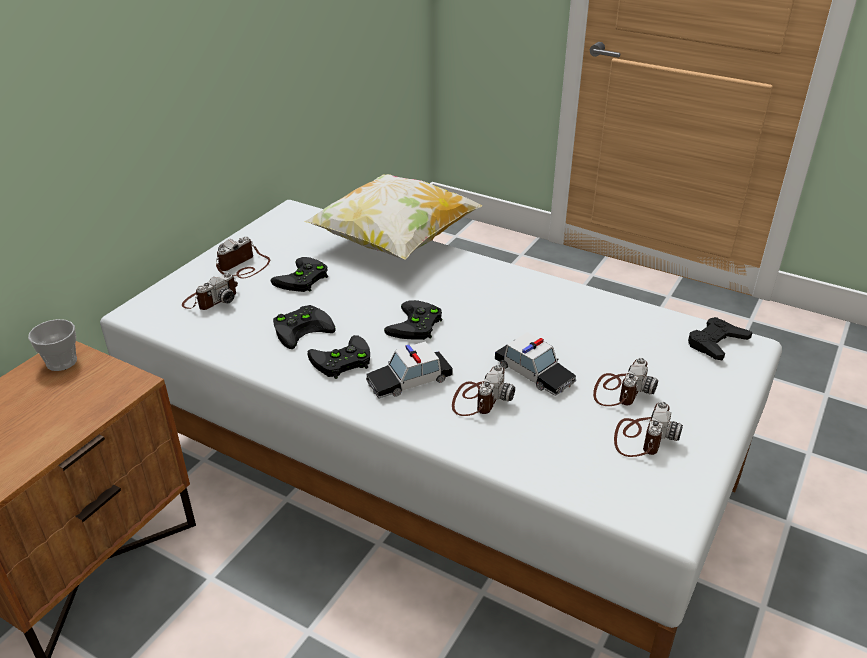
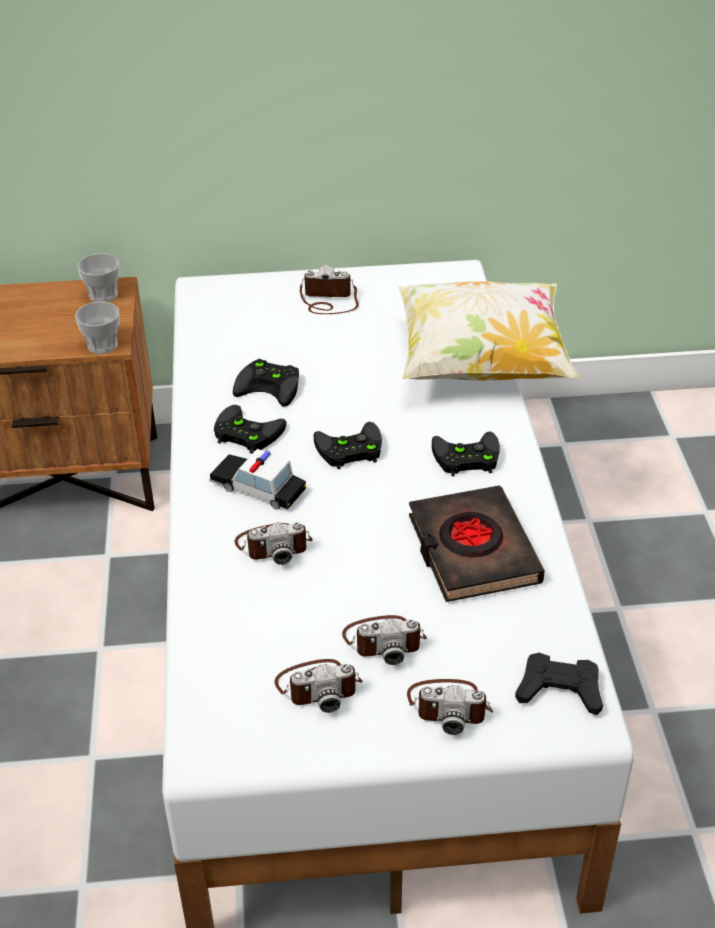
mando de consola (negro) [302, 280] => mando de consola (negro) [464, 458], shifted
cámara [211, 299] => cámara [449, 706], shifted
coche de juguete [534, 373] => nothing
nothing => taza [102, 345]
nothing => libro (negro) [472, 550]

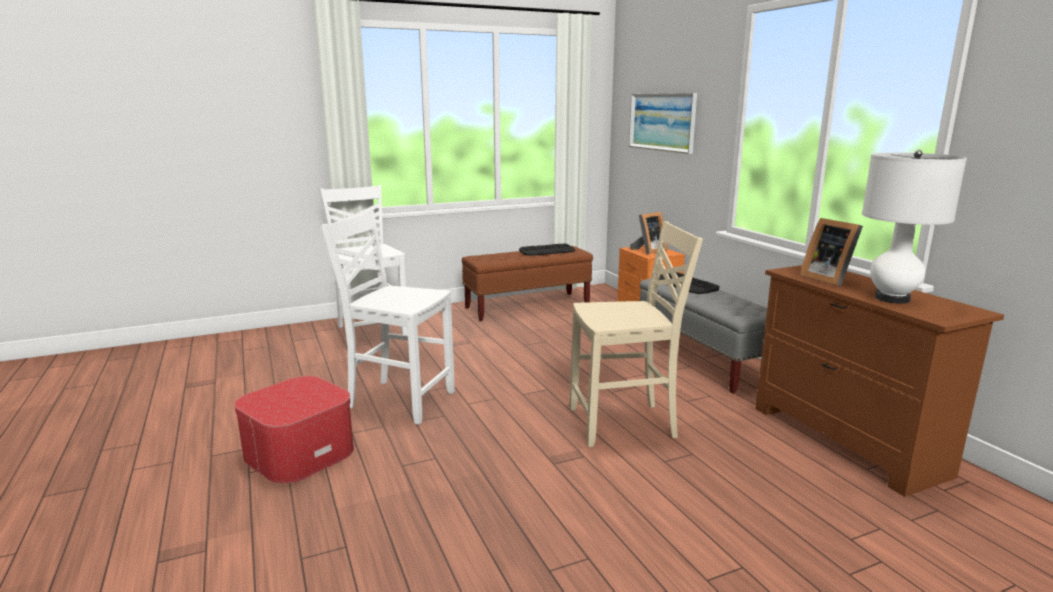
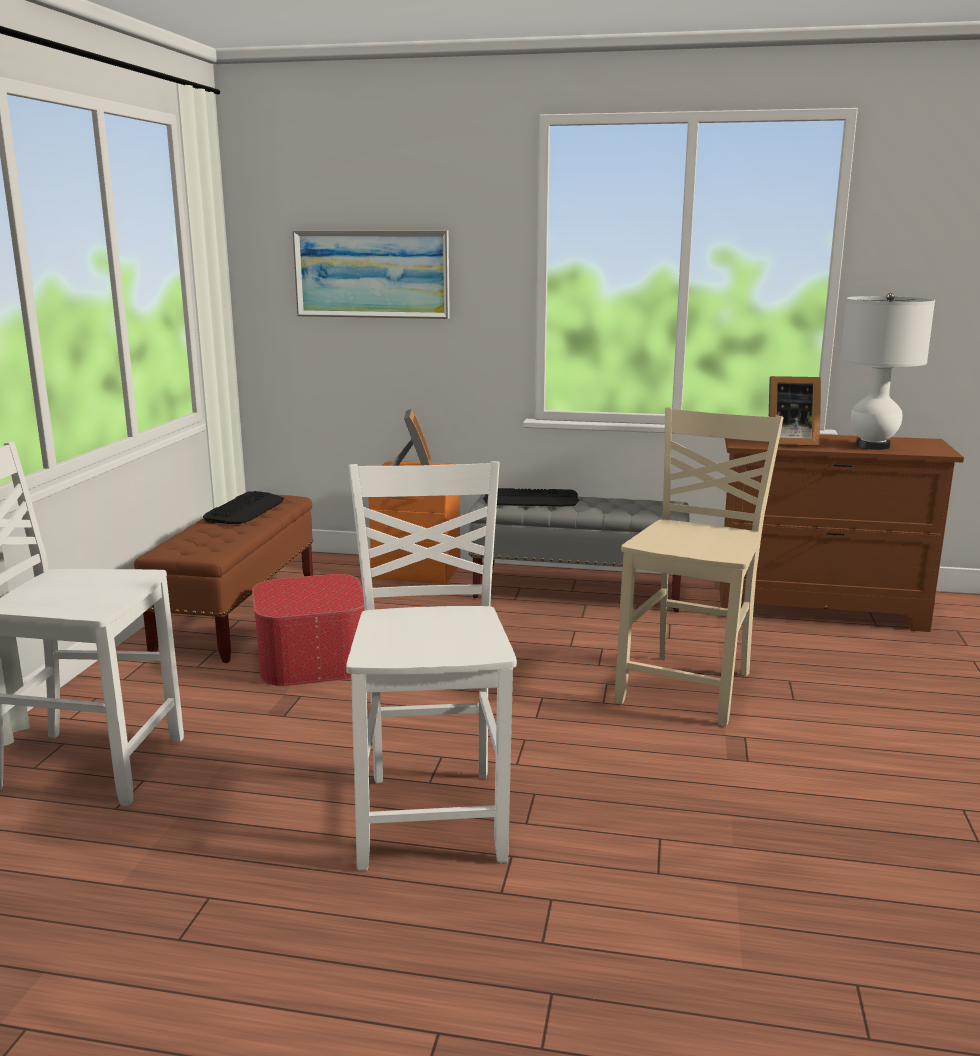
silla (blanco) [399, 400] => silla (blanco) [433, 816], 120 degrees clockwise
puf [299, 452] => puf [312, 660], shifted

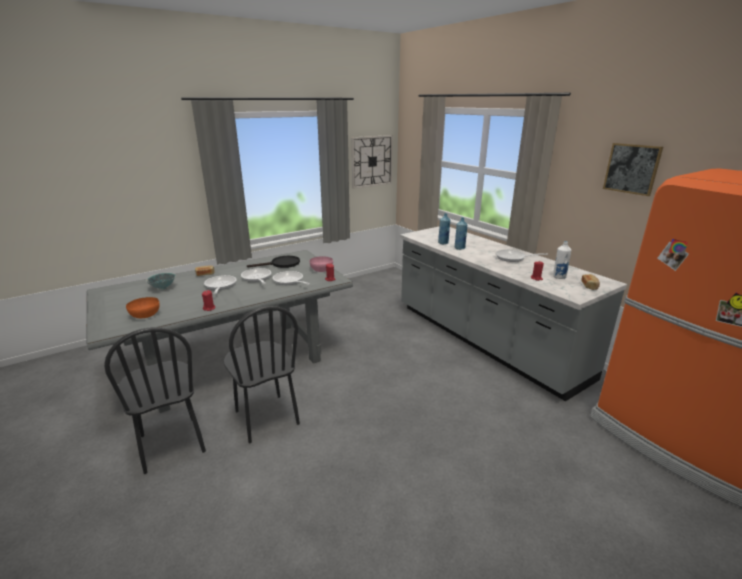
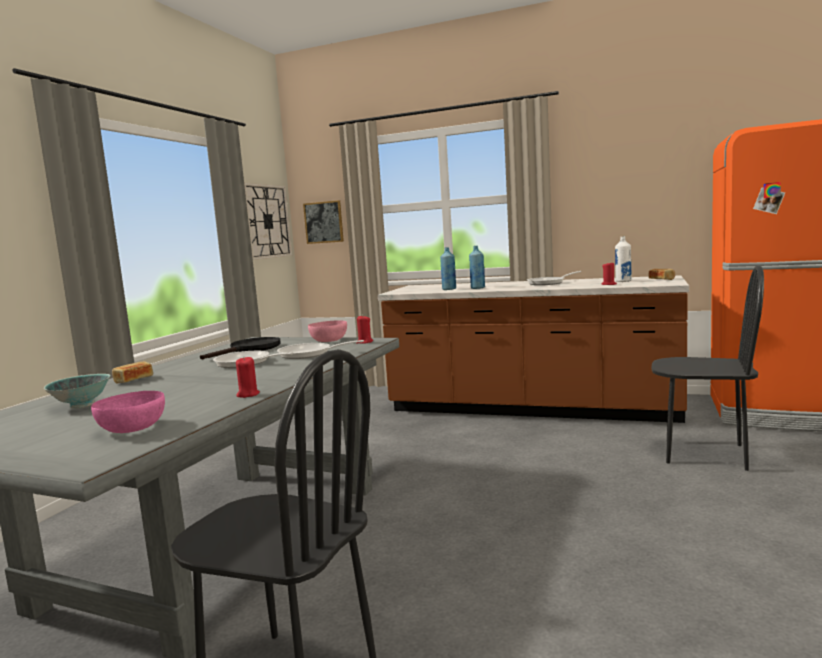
cuadro [632, 168] => cuadro [324, 222], shifted
mueble bajo de cocina (gris) [485, 340] => mueble bajo de cocina (marrón) [531, 408]
sartén [220, 286] => nothing
cuenco (naranja) [145, 315] => cuenco (rosa) [132, 429]
silla (negro) [266, 417] => silla (negro) [705, 454], shifted

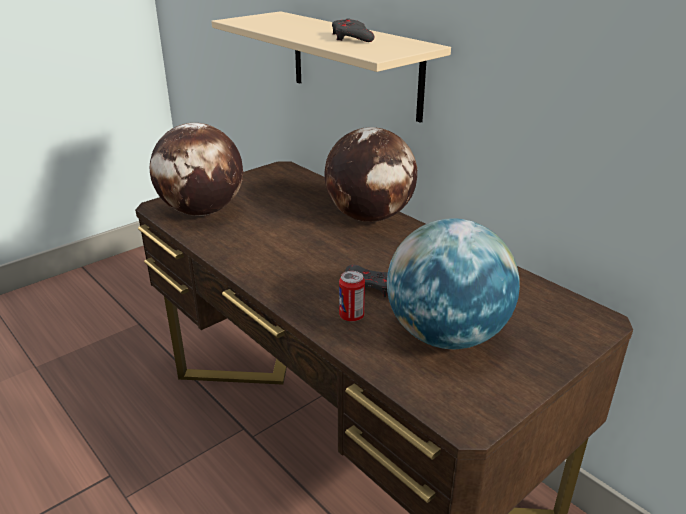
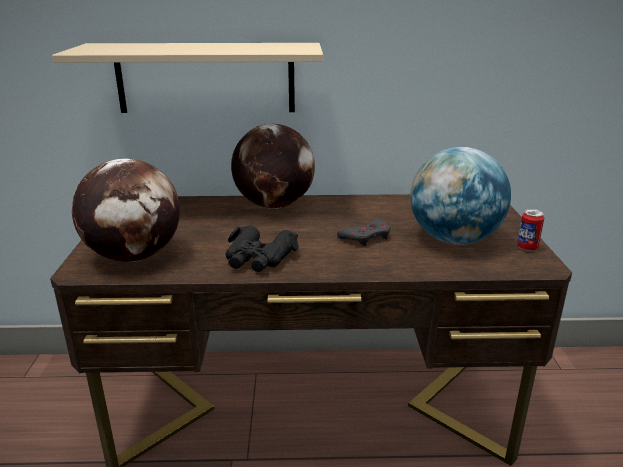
mando de consola (gris) [352, 37] => nothing
lata [351, 316] => lata [527, 247], shifted
nothing => prismáticos (negro) [259, 258]

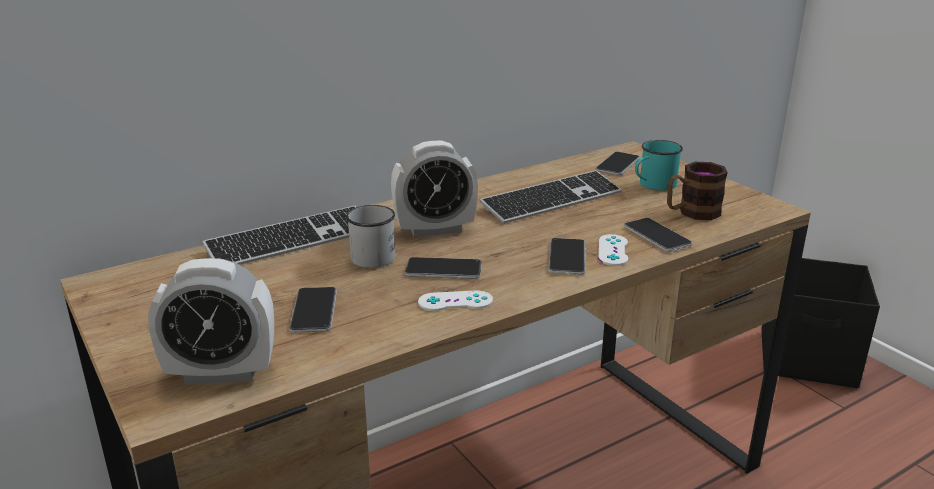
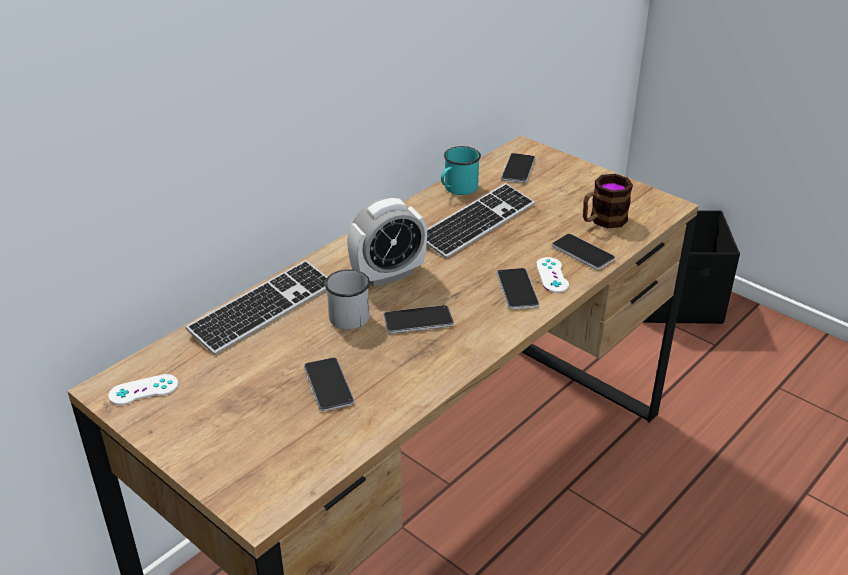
taza grande (turquesa) [653, 185] => taza grande (turquesa) [457, 189], shifted
despertador [221, 373] => nothing
mando de consola (blanco) [455, 301] => mando de consola (blanco) [143, 390], shifted

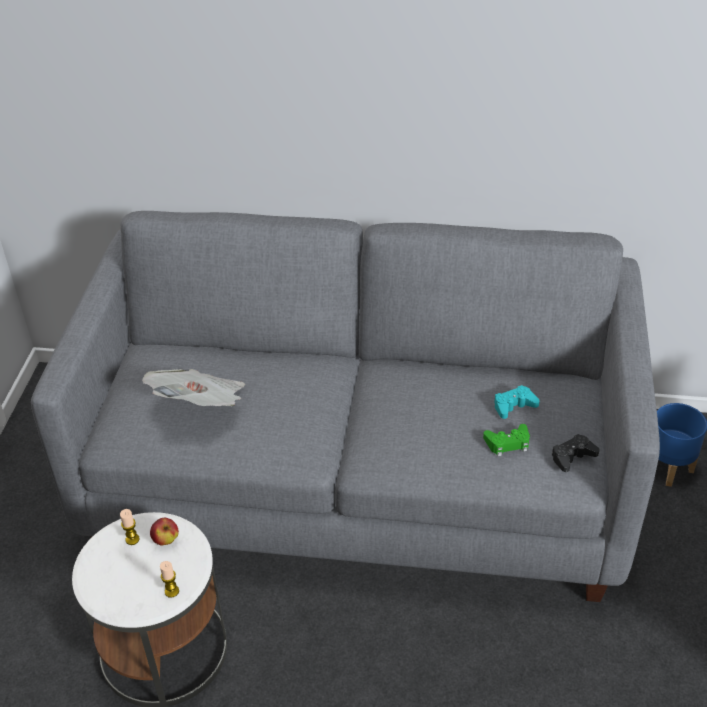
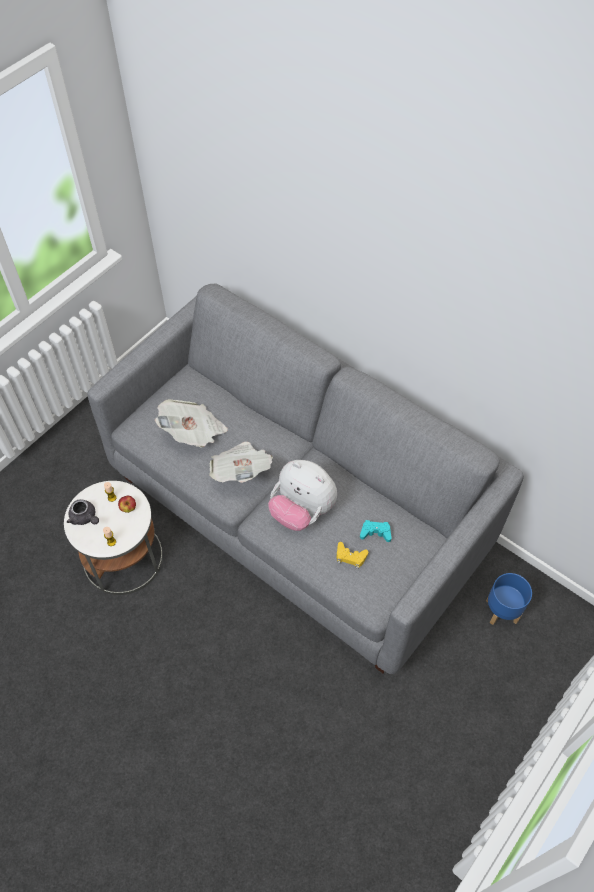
mando de consola (verde) [507, 443] => mando de consola (amarillo) [350, 557]
mando de consola (negro) [572, 456] => nothing
nothing => periódico [241, 471]
nothing => peluche [302, 510]
nothing => tetera (gris) [85, 518]

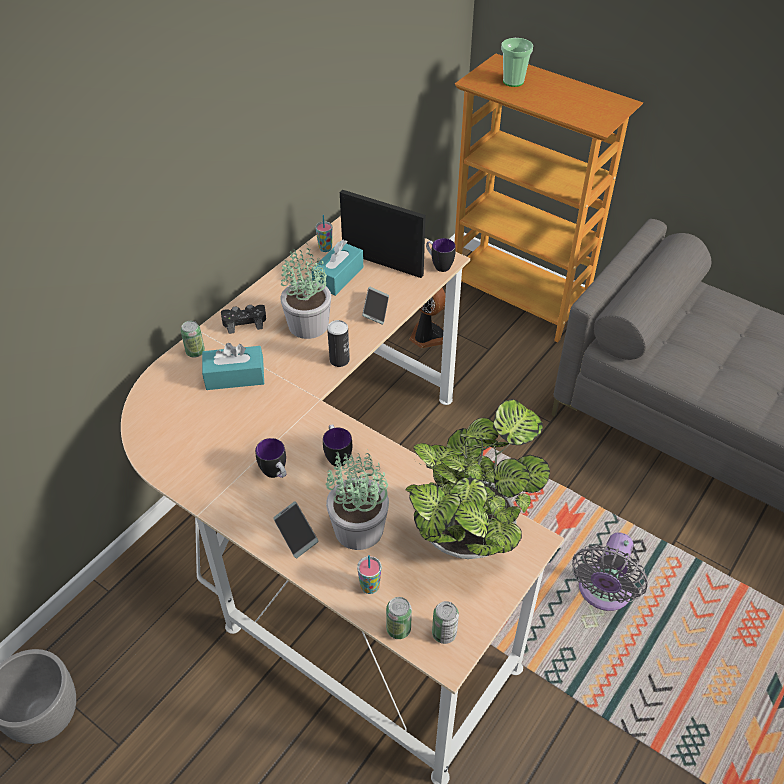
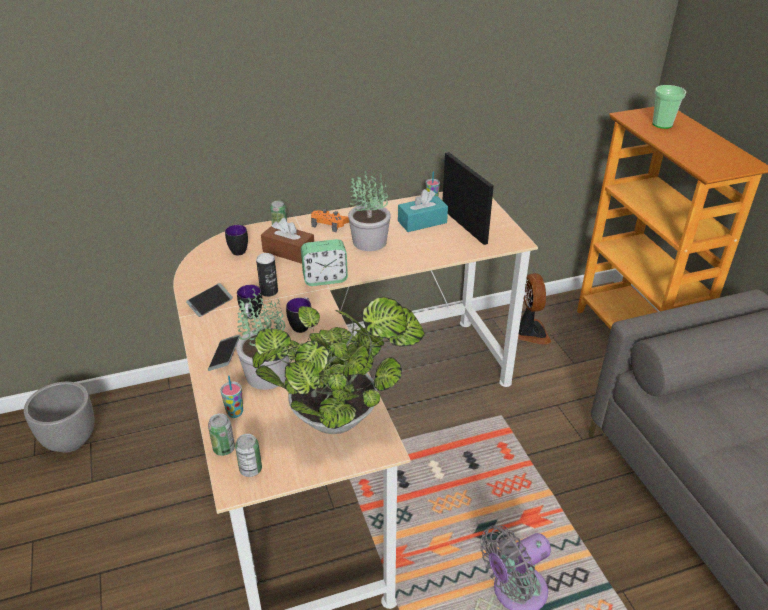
taza grande [439, 265] => taza grande [238, 249], shifted
móvil [375, 309] => móvil [210, 303], shifted
mando de consola (negro) [244, 321] => mando de consola (naranja) [329, 224]
lata [339, 360] => lata [269, 291], shifted
caja de pañuelos (turquesa) [235, 376] => caja de pañuelos (marrón) [288, 251]
nothing => despertador [325, 279]

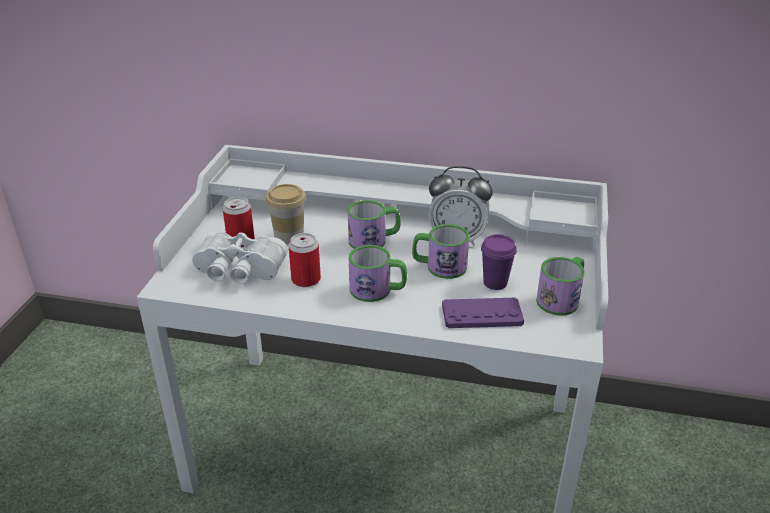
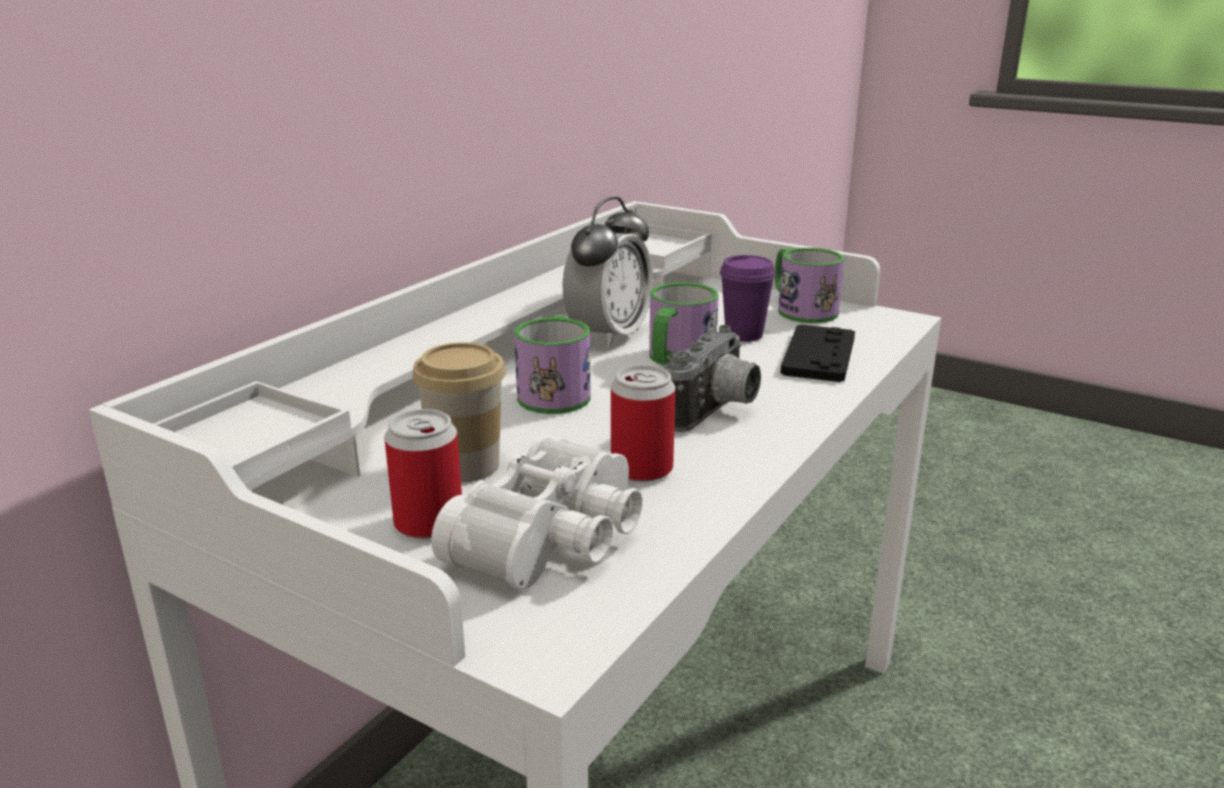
taza grande [378, 290] => cámara [716, 412]
mando de consola (morado) [482, 314] => mando de consola (negro) [818, 355]

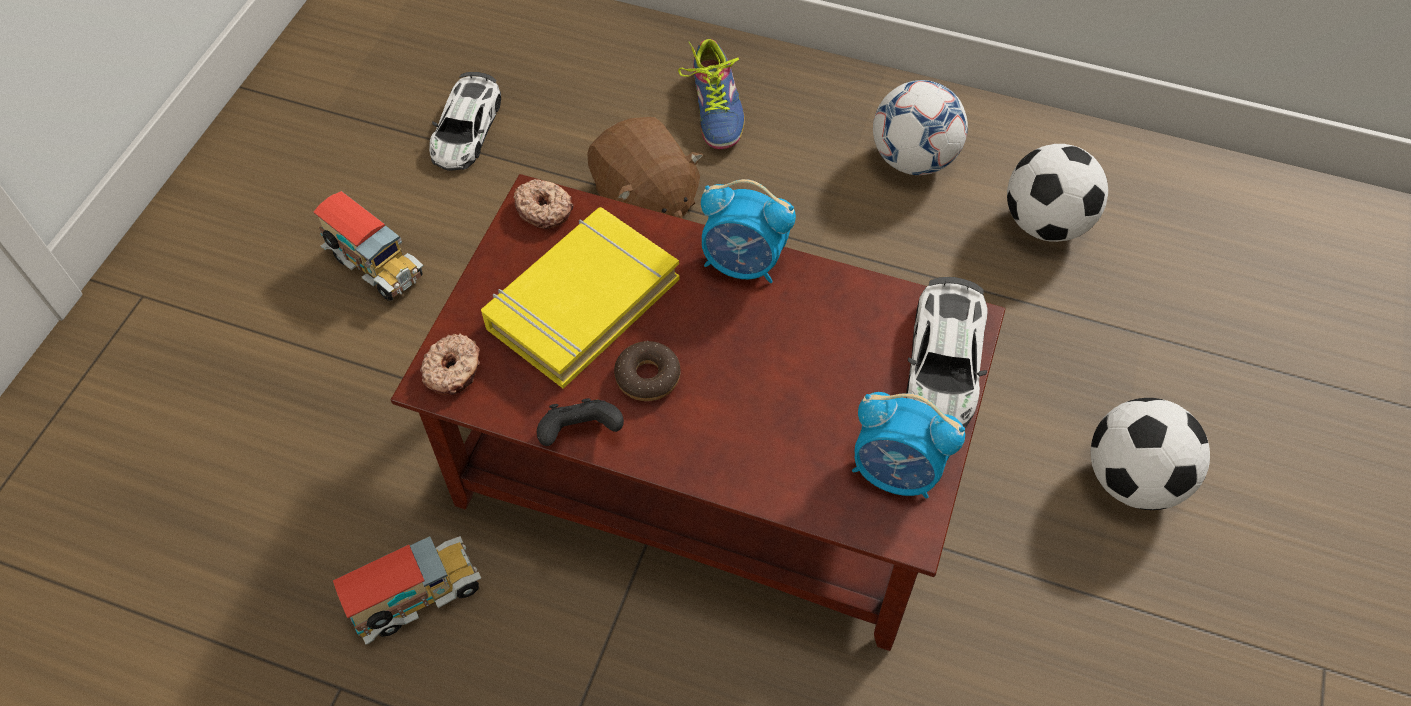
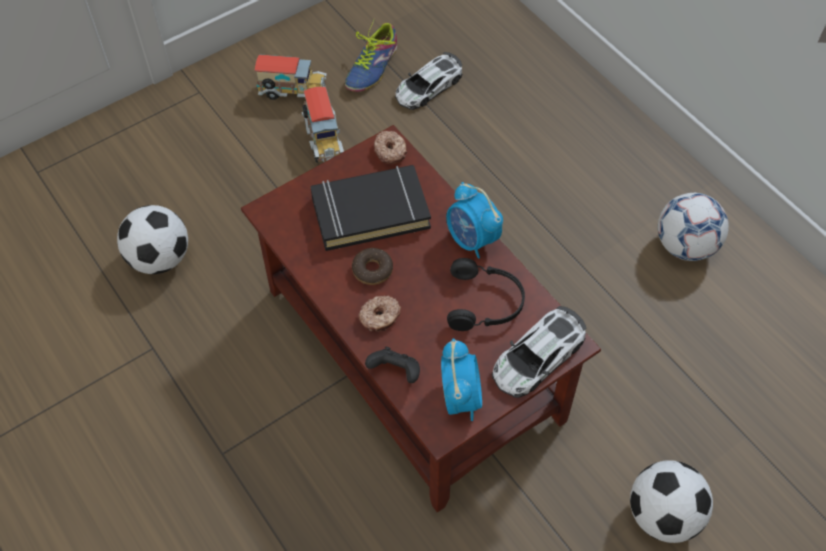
zapato [717, 108] => zapato [372, 67], shifted
peluche (marrón) [644, 201] => nothing
balón de fútbol [1044, 223] => balón de fútbol [160, 258], shifted
libro (amarillo) [582, 303] => libro (negro) [370, 212]
rosquilla [454, 370] => rosquilla [380, 317], shifted
despertador [896, 472] => despertador [460, 397], 150 degrees counterclockwise
mando de consola (negro) [581, 433] => mando de consola (negro) [395, 372], shifted
camión de juguete [418, 598] => camión de juguete [293, 92], shifted
nothing => auriculares (negro) [485, 303]

